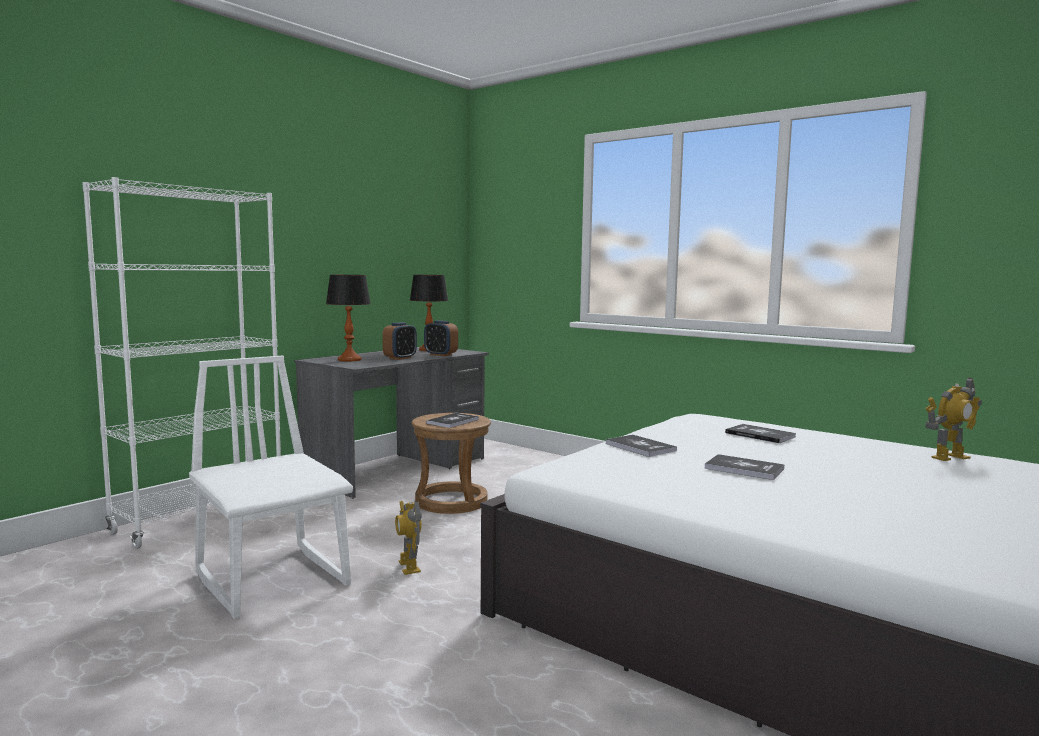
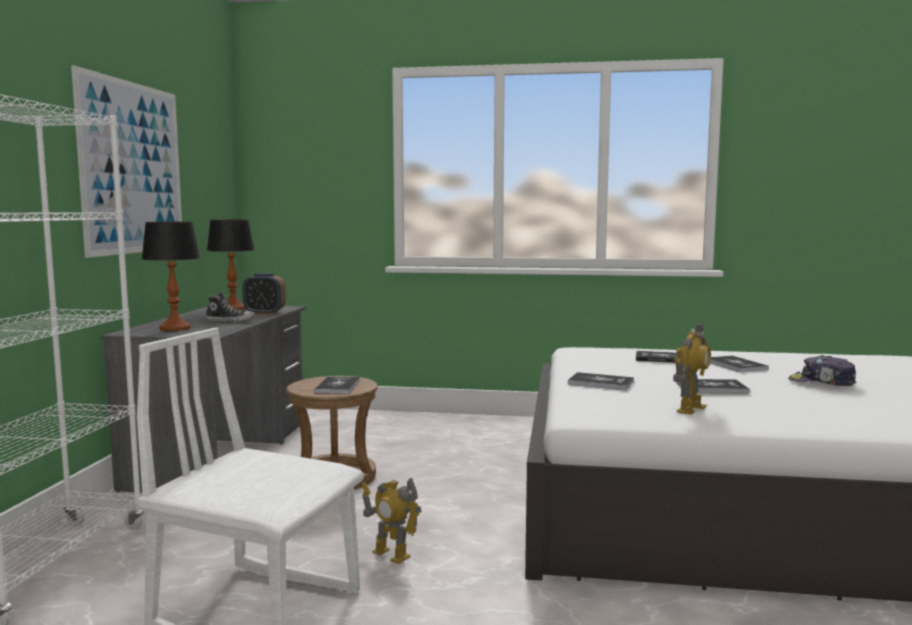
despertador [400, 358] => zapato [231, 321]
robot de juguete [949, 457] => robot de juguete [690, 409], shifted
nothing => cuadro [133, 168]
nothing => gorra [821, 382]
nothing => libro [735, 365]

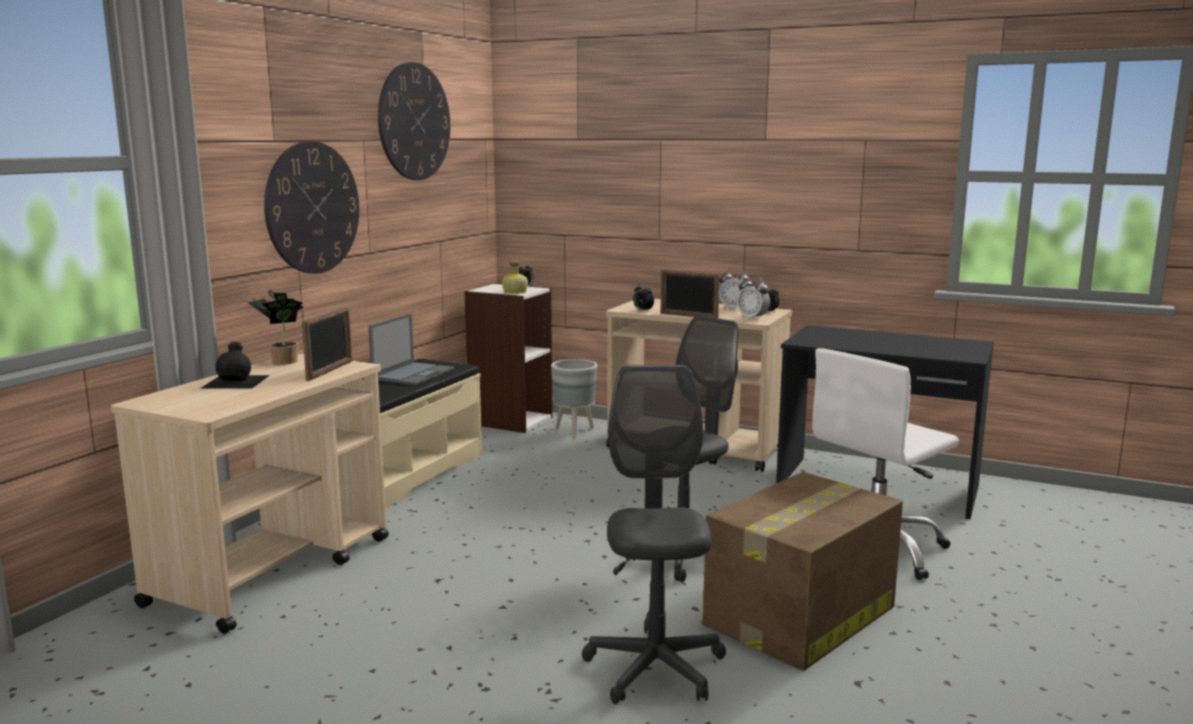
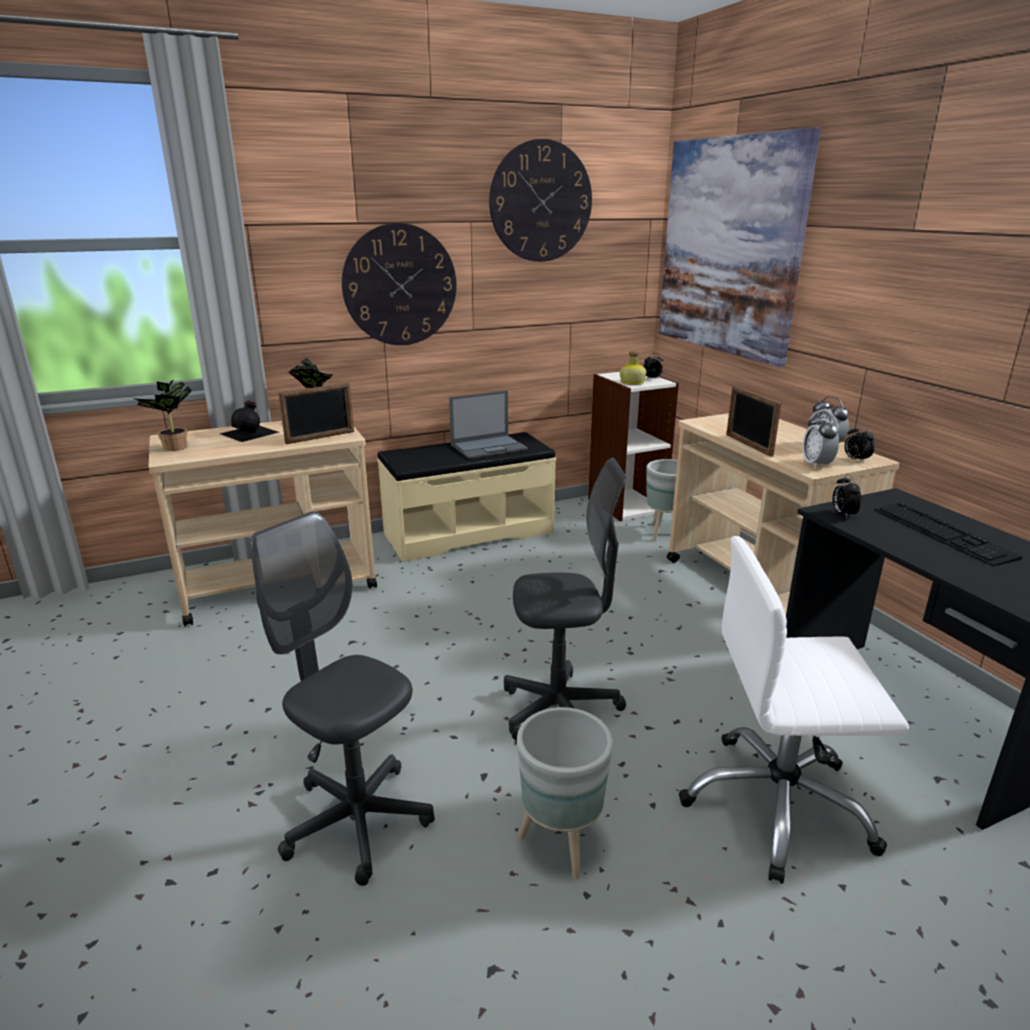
despertador [642, 311] => despertador [842, 514], shifted
silla de oficina (gris) [655, 668] => silla de oficina (gris) [357, 821], 90 degrees counterclockwise
caja de cartón [798, 617] => maceta (gris) [560, 845]
nothing => cuadro [729, 247]
nothing => planta en maceta [174, 448]
nothing => teclado [942, 532]

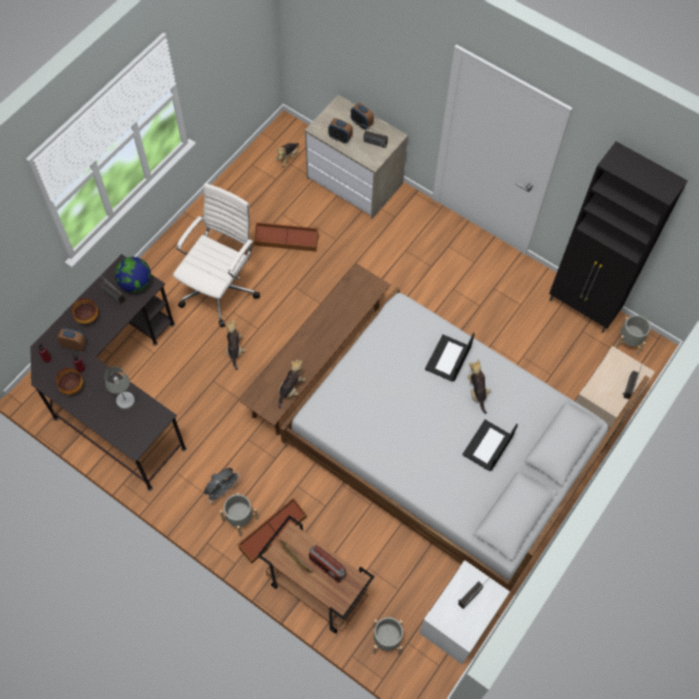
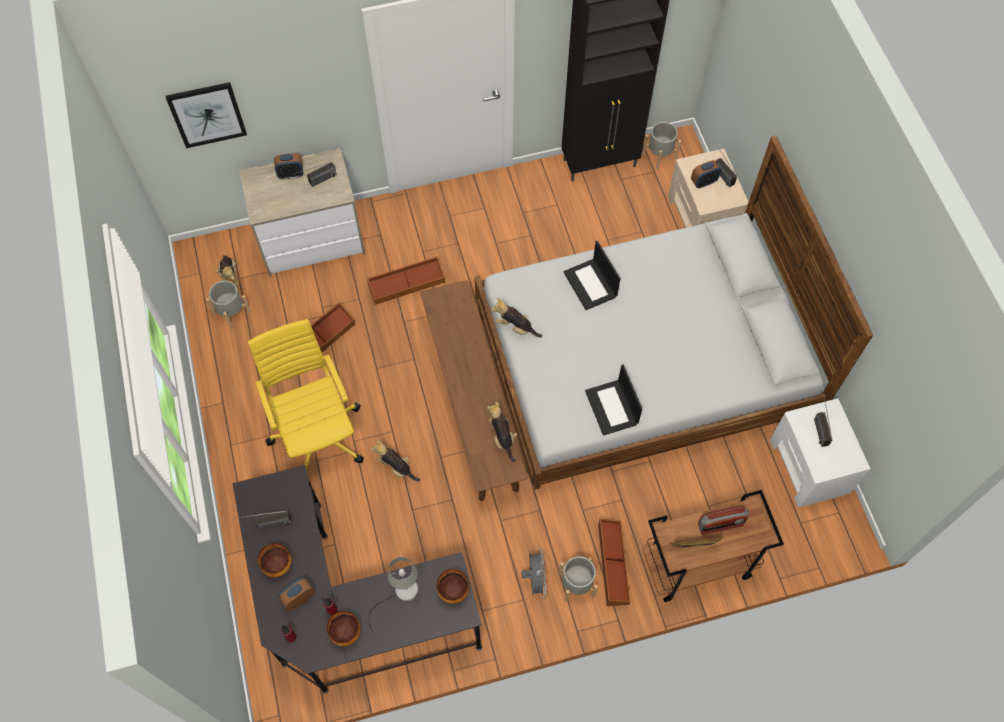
despertador [340, 138] => despertador [703, 182], shifted
silla de oficina (blanco) [220, 288] => silla de oficina (amarillo) [318, 434]
globo terráqueo [136, 283] => nothing
peluche [477, 391] => peluche [515, 327], shifted
portátil [487, 446] => portátil [612, 408], shifted
maceta (gris) [386, 639] => maceta (gris) [231, 312], shifted
nothing => cuadro [207, 114]
nothing => caja de almacenaje (marrón) [406, 284]
nothing => cuenco [452, 591]

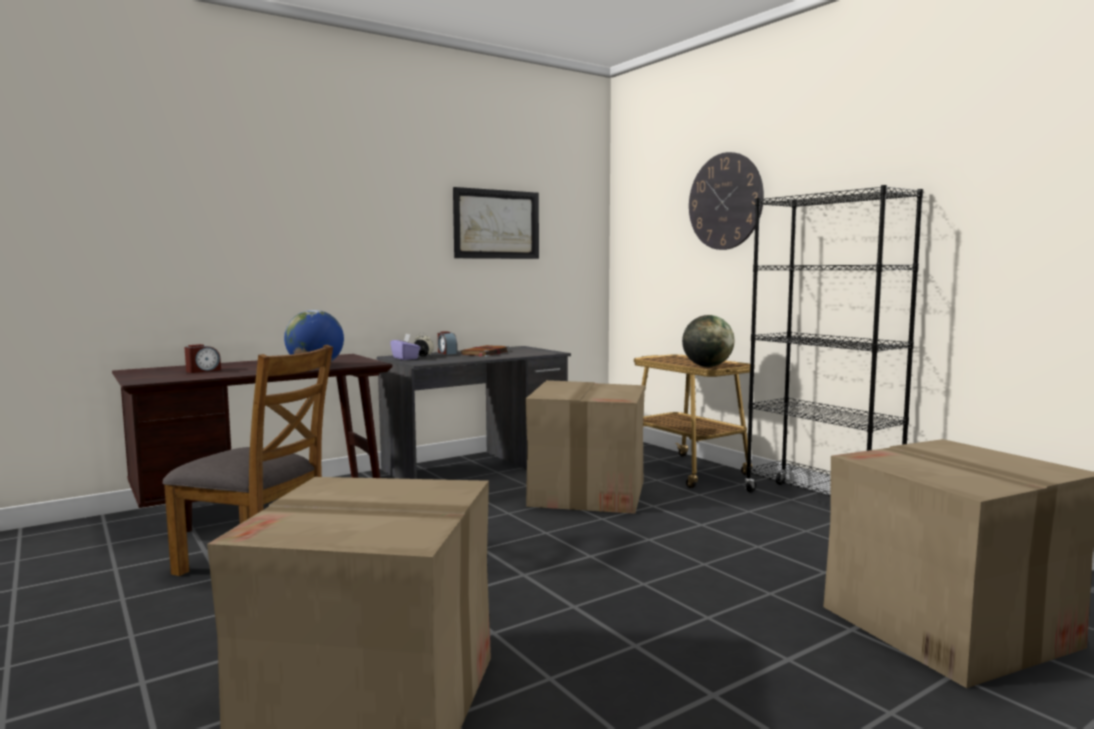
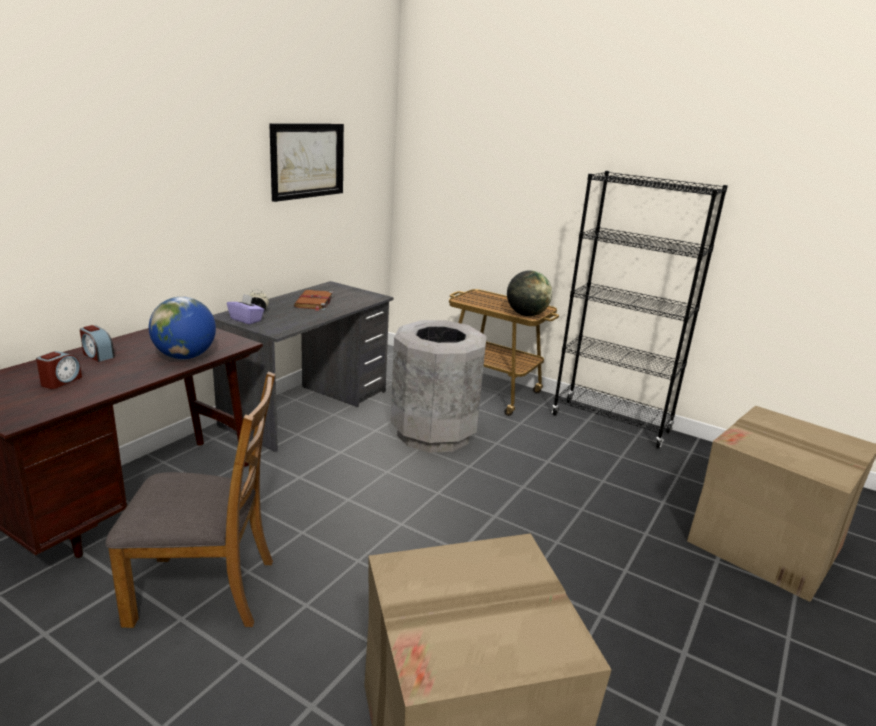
reloj de pared [725, 201] => nothing
despertador [447, 353] => despertador [97, 355], shifted
caja de cartón [588, 493] => papelera (gris) [433, 433]

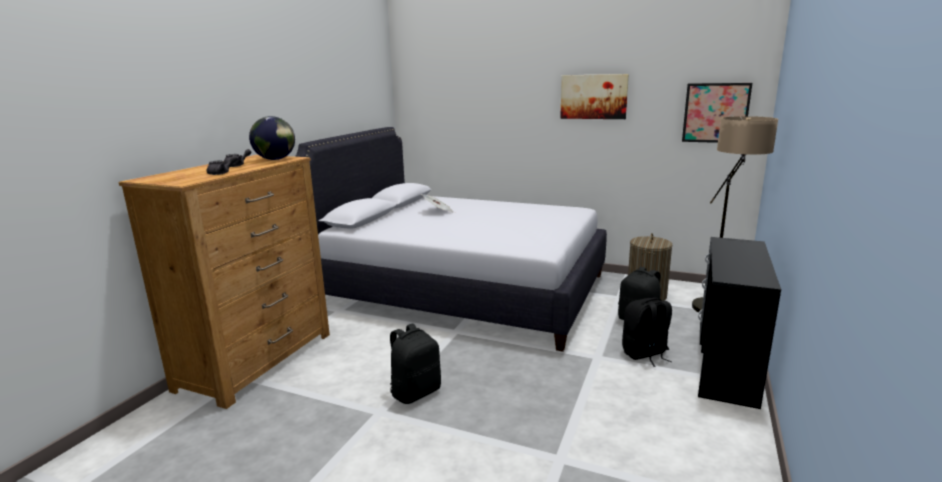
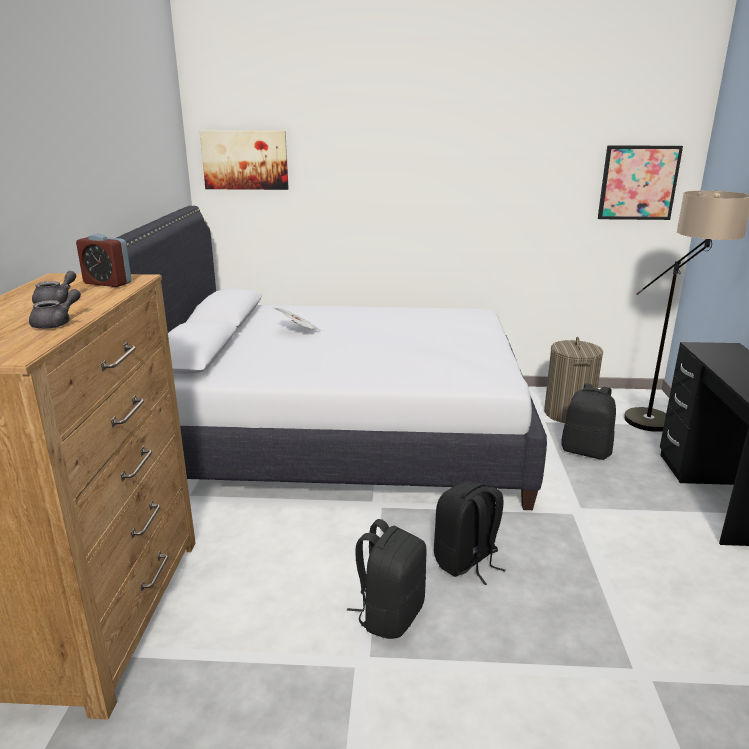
cuadro [593, 96] => cuadro [245, 160], shifted
globo terráqueo [275, 159] => despertador [107, 283]
mochila (negro) [645, 354] => mochila (negro) [466, 562], shifted

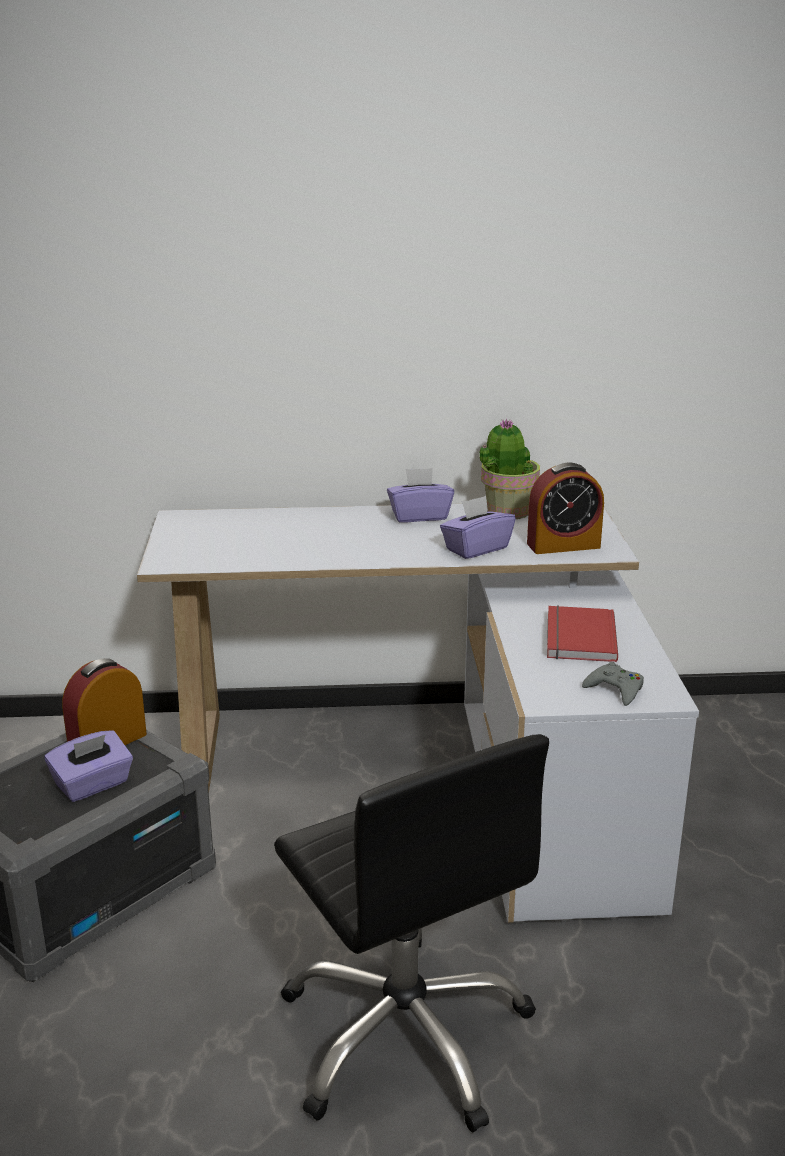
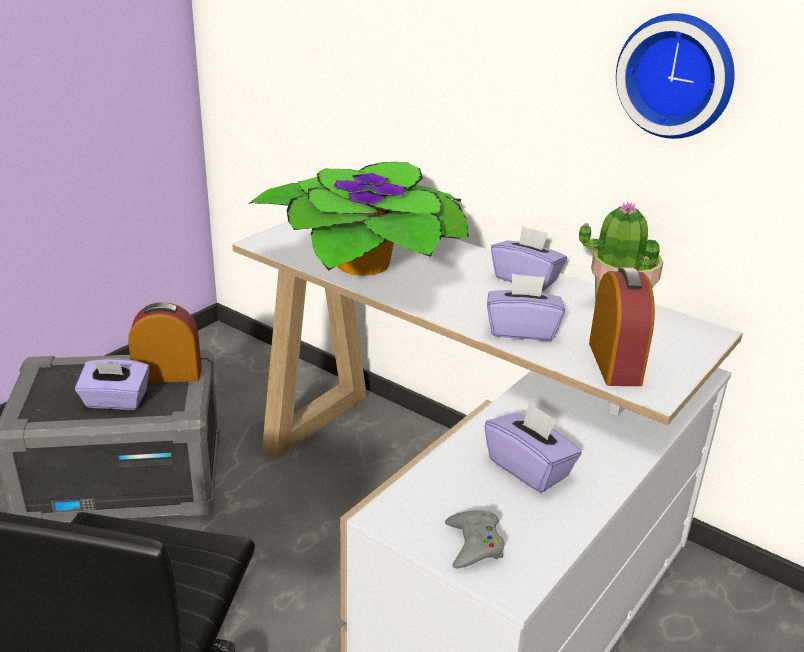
despertador [563, 545] => despertador [614, 363], 120 degrees counterclockwise
libro (rojo) [577, 637] => caja de pañuelos (morado) [529, 468]
nothing => reloj de pared [677, 75]
nothing => planta en maceta [366, 266]

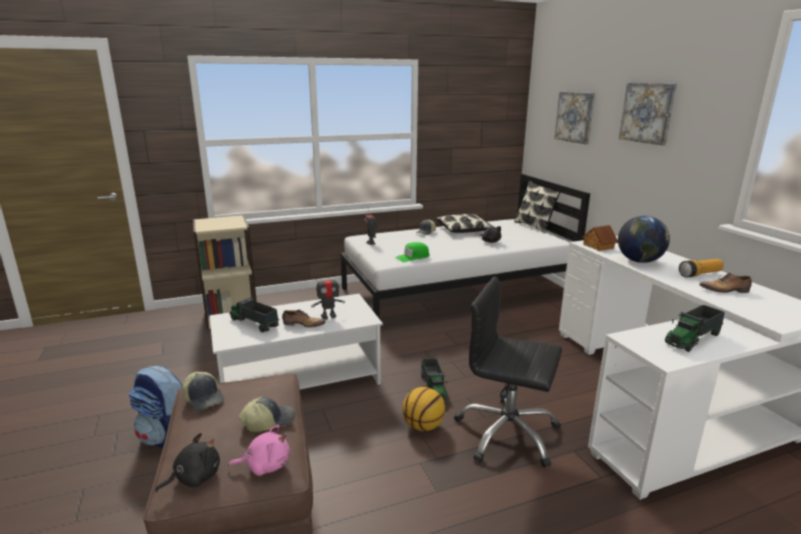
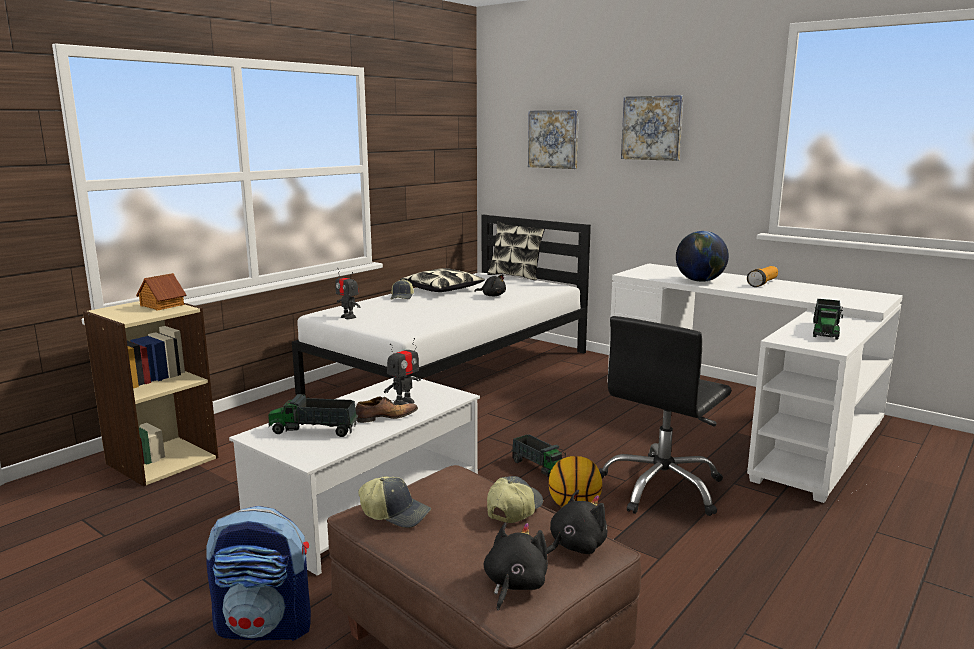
casita [598, 246] => casita [161, 305], shifted
gorra (verde) [413, 257] => nothing
zapato [725, 290] => nothing
silla de oficina (negro) [507, 433] => silla de oficina (negro) [662, 488], 45 degrees counterclockwise
peluche (rosa) [265, 465] => peluche (negro) [574, 547]

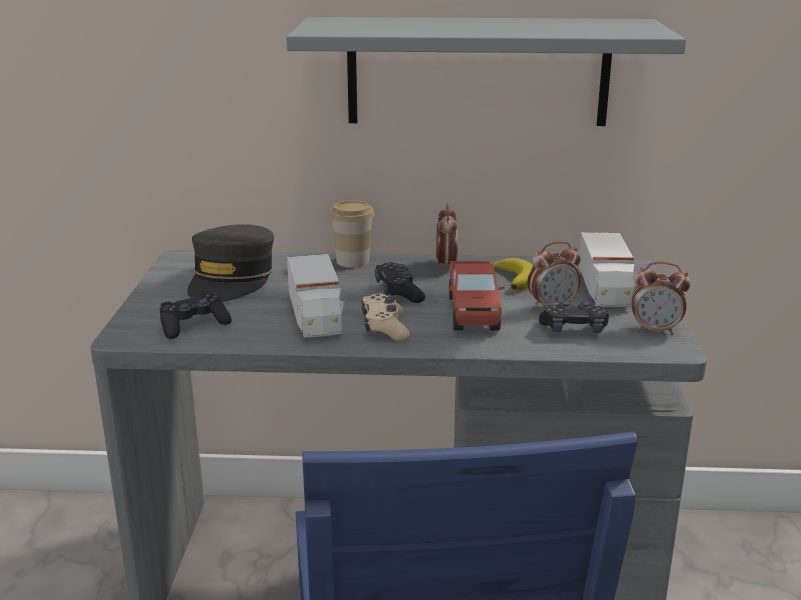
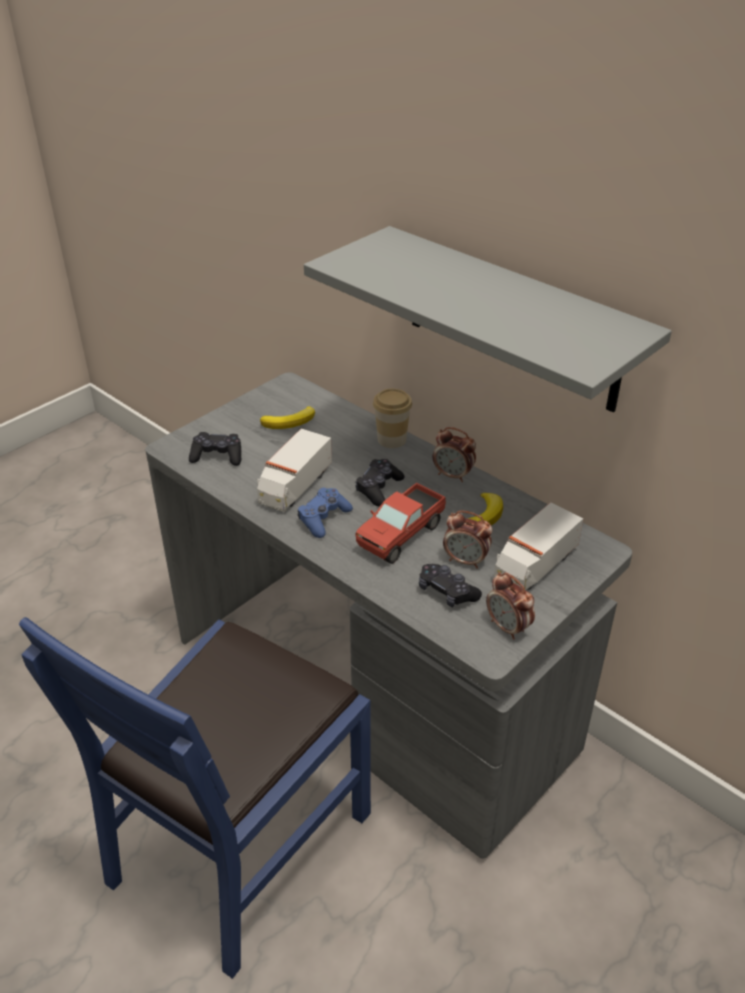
despertador [446, 264] => despertador [453, 475], 75 degrees clockwise
gorra (gris) [231, 280] => plátano [290, 422]
mando de consola (beis) [384, 327] => mando de consola (azul) [323, 518]

